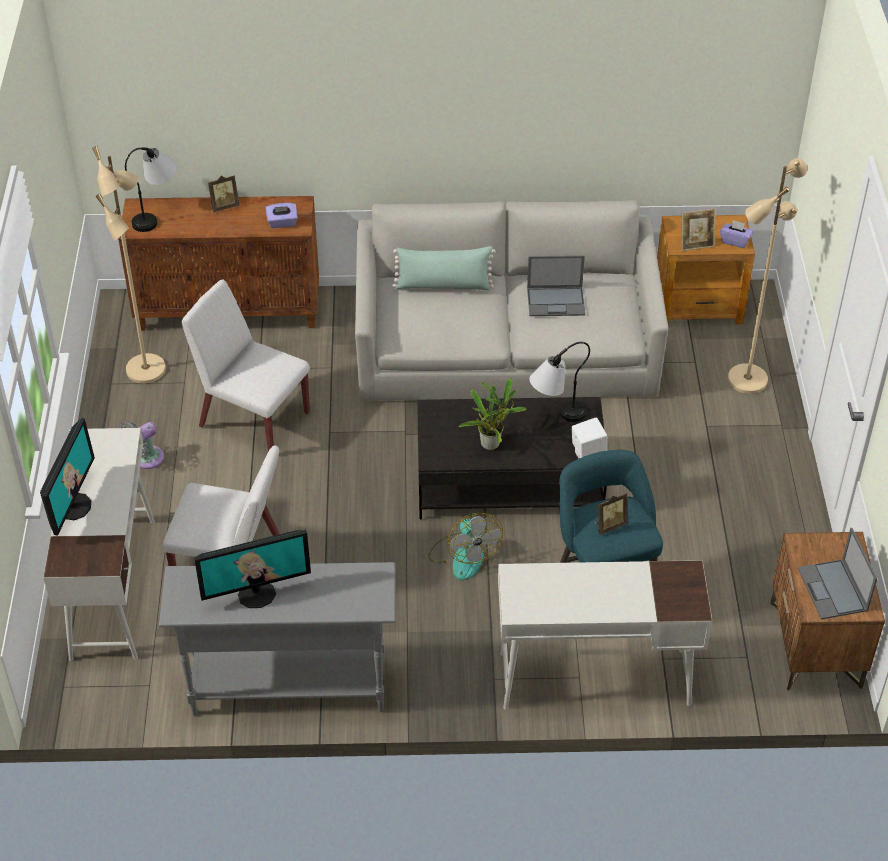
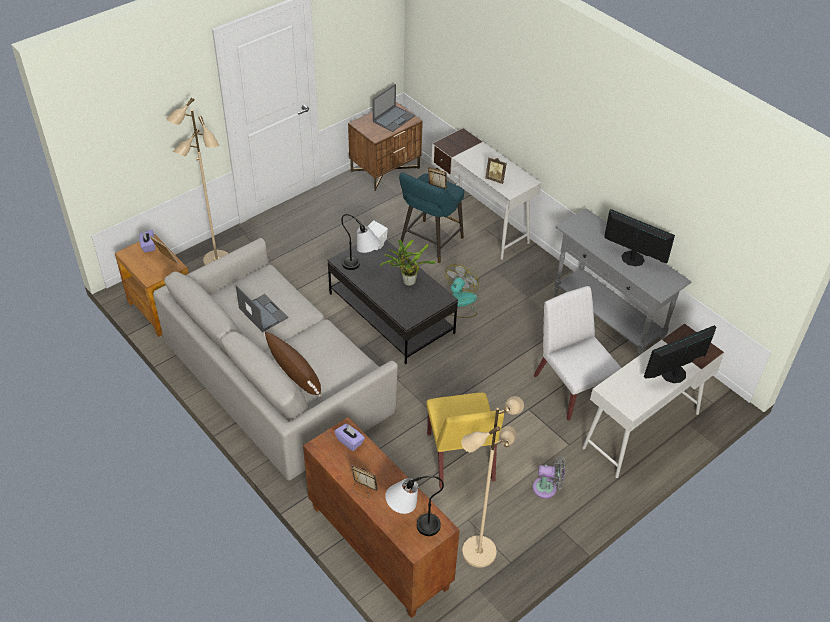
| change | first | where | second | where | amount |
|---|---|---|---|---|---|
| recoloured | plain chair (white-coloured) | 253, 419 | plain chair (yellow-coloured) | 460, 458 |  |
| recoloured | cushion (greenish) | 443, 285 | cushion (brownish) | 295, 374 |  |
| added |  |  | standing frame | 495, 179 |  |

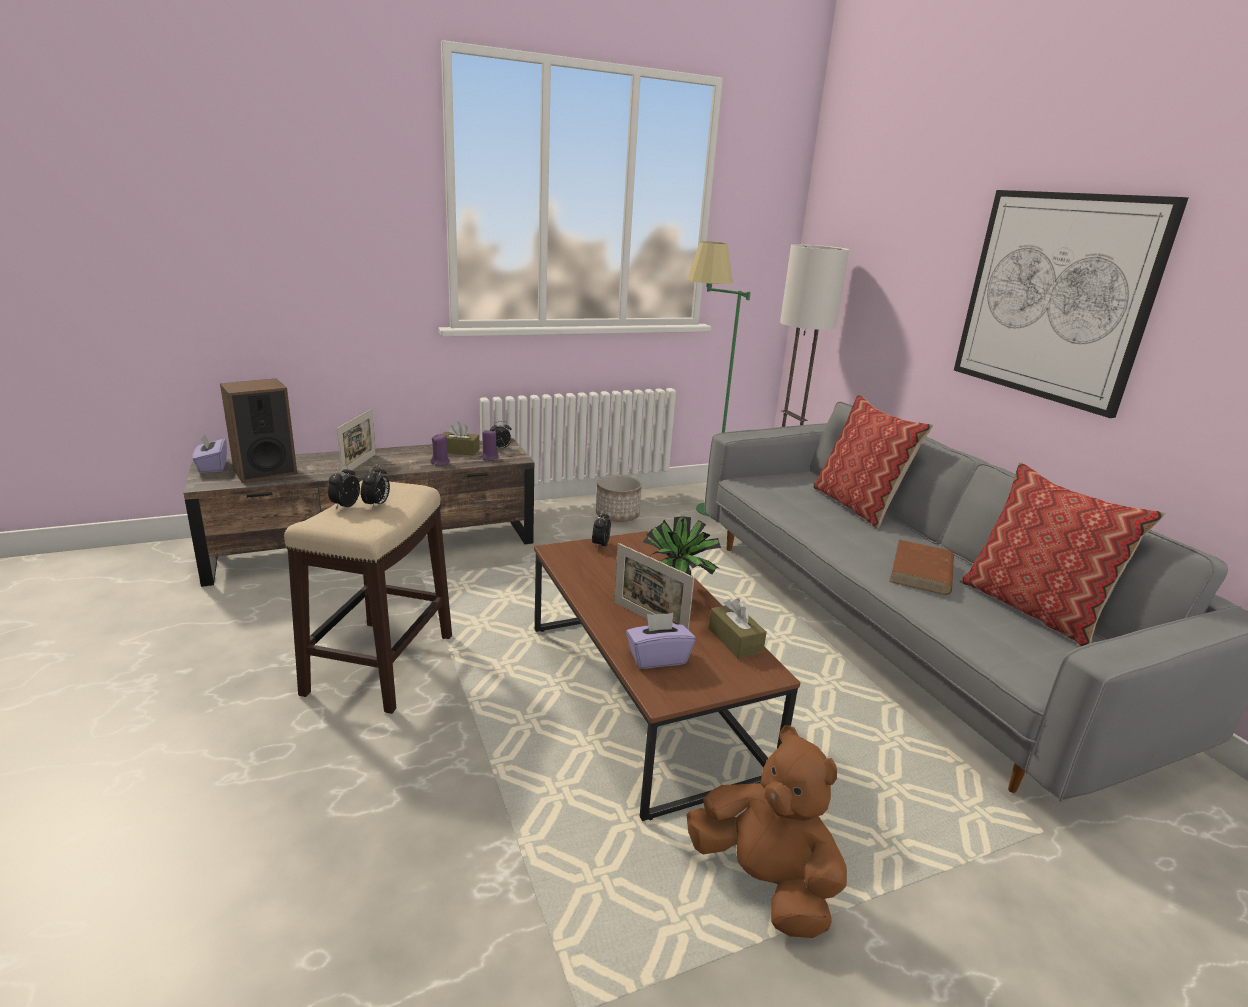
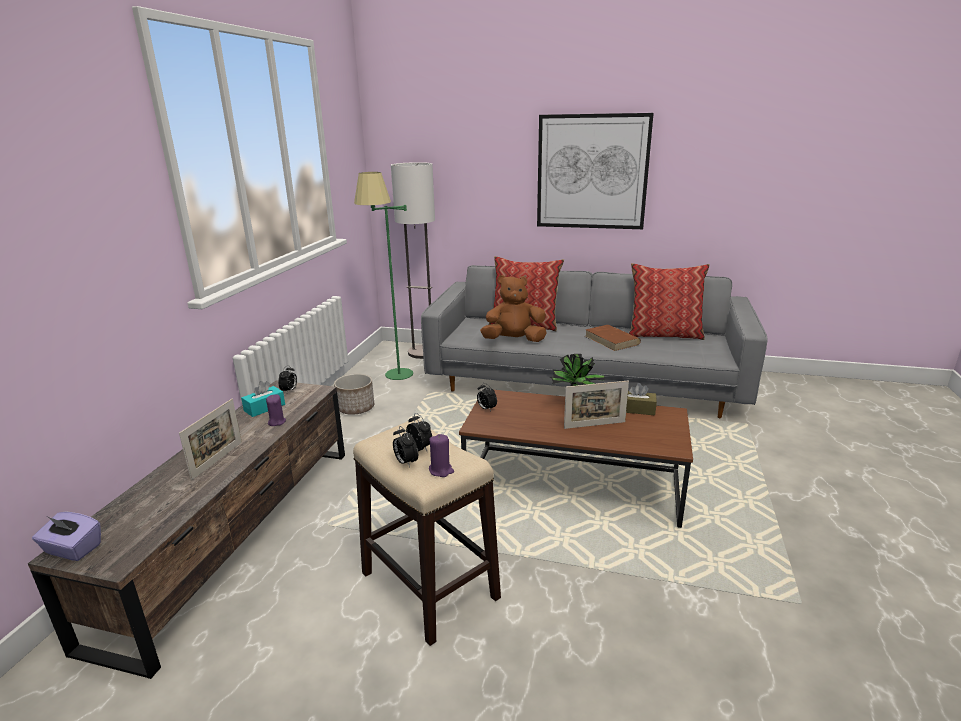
| change | first | where | second | where | amount |
|---|---|---|---|---|---|
| removed | audio speaker | 265, 472 |  |  |  |
| turned | standing frame | 359, 465 |  | 217, 460 | 60 degrees clockwise |
| recoloured | tissue holder (brownish) | 459, 451 | tissue holder (turquoise) | 264, 408 |  |
| moved | wax candle (purplish) | 489, 457 |  | 441, 470 |  |
| removed | tissue holder (purplish) | 657, 658 |  |  |  |
| moved | cuddly toy (brownish) | 764, 881 |  | 514, 340 |  |

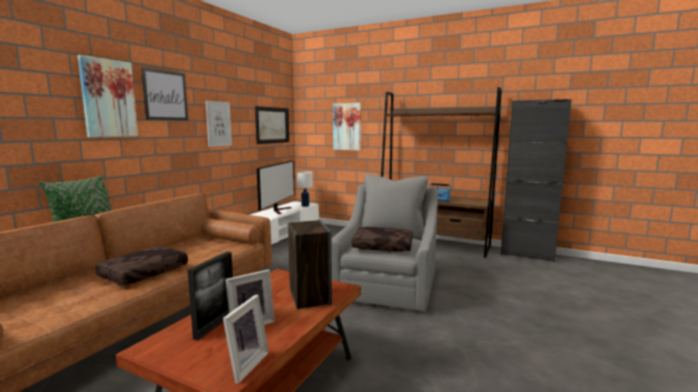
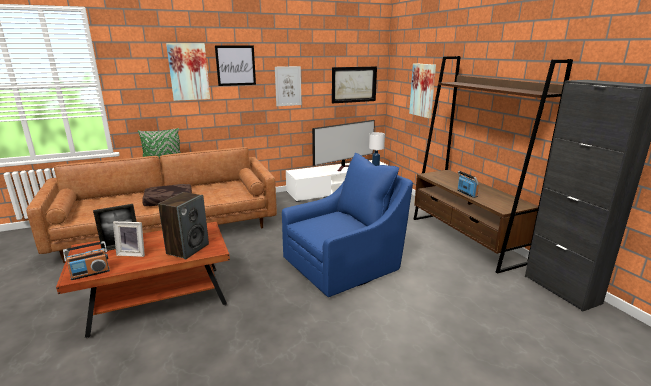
| change | first | where | second | where | amount |
|---|---|---|---|---|---|
| replaced | standing frame | 244, 365 | radio receiver | 90, 273 |  |
| recoloured | easy chair (gray) | 388, 286 | easy chair (blue) | 345, 264 |  |
| removed | cushion (brownish) | 383, 246 |  |  |  |

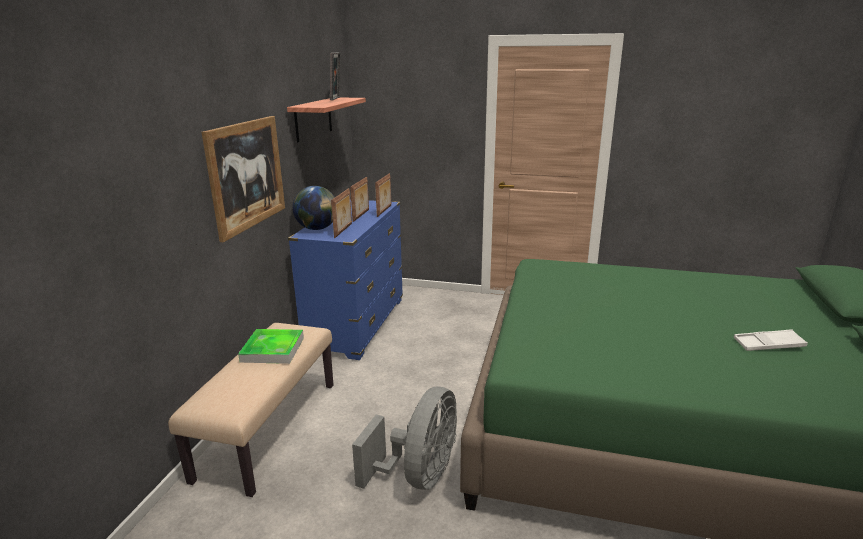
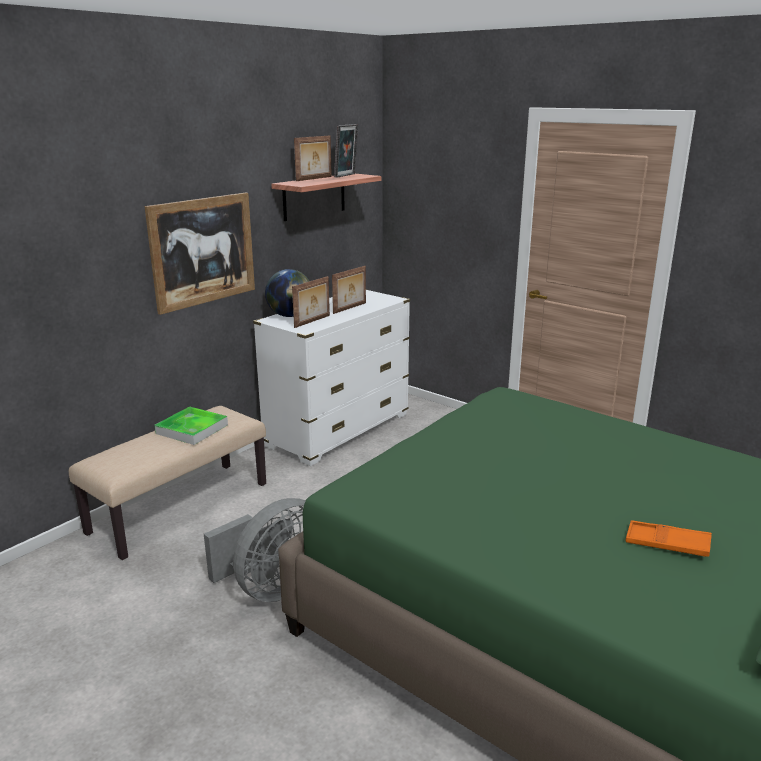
| change | first | where | second | where | amount |
|---|---|---|---|---|---|
| recoloured | dresser (blue) | 357, 325 | dresser (white-coloured) | 338, 430 |  |
| moved | standing frame | 385, 211 |  | 314, 179 |  |
| recoloured | tray (white-coloured) | 768, 344 | tray (orangey) | 667, 544 |  |

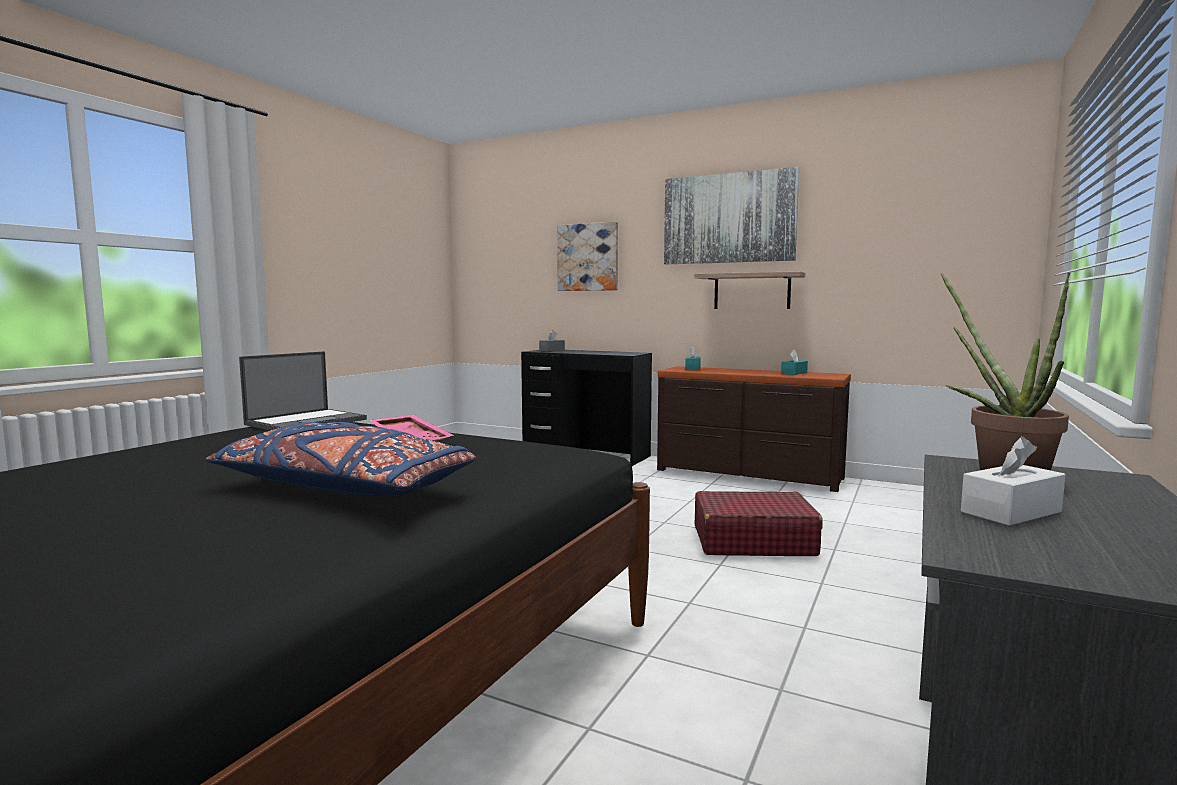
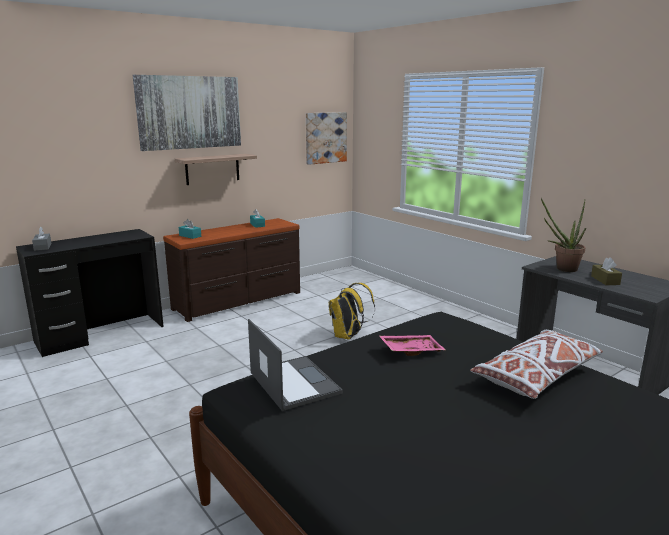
| change | first | where | second | where | amount |
|---|---|---|---|---|---|
| recoloured | cushion (blue) | 345, 488 | cushion (white-coloured) | 537, 376 |  |
| moved | wall art | 588, 257 |  | 325, 137 |  |
| replaced | piece of luggage (reddish) | 752, 541 | rucksack (yellow-coloured) | 348, 336 |  |
| recoloured | tissue holder (white-coloured) | 1011, 512 | tissue holder (brownish) | 605, 280 |  |

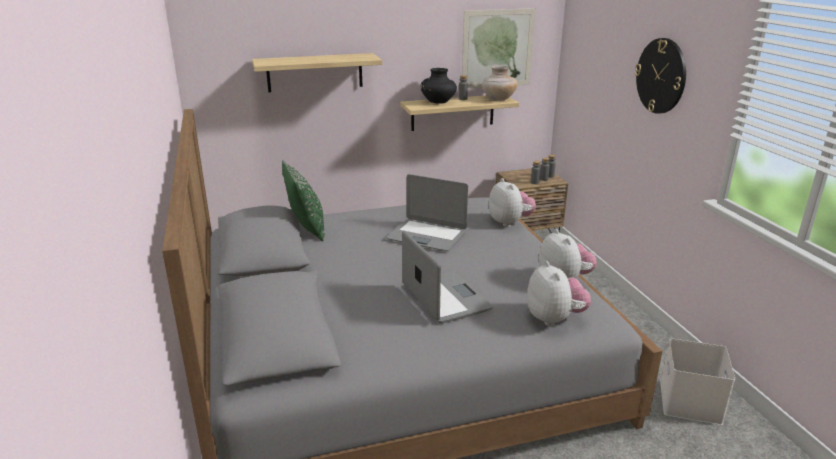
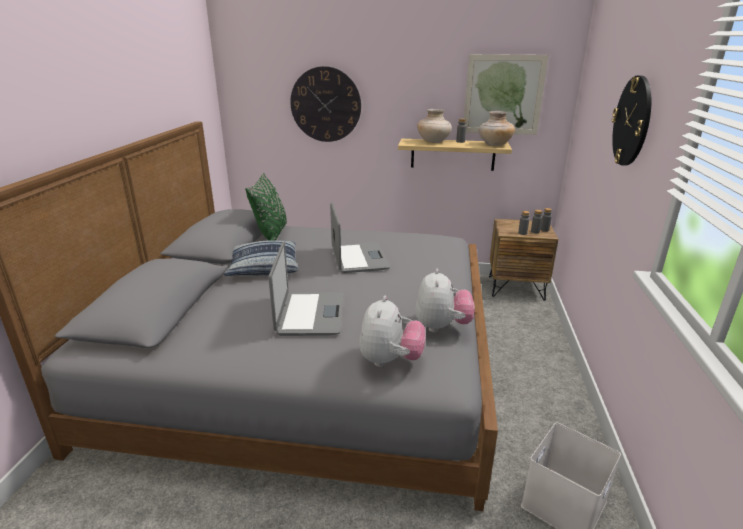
| change | first | where | second | where | amount |
|---|---|---|---|---|---|
| replaced | bracket shelf | 315, 72 | wall clock | 325, 105 |  |
| turned | portable computer | 427, 236 |  | 358, 258 | 150 degrees counterclockwise |
| recoloured | vase (black) | 438, 102 | vase (beige) | 433, 142 |  |
| removed | cuddly toy | 510, 222 |  |  |  |
| added |  |  | cushion | 263, 267 |  |

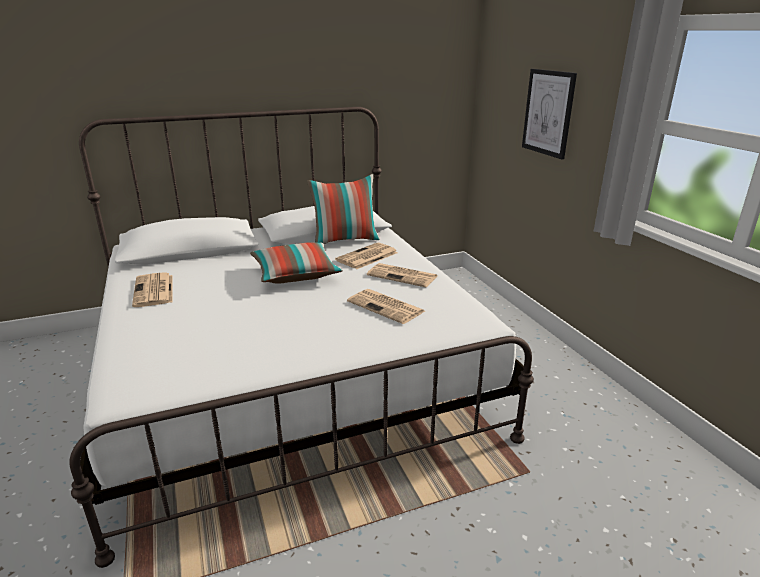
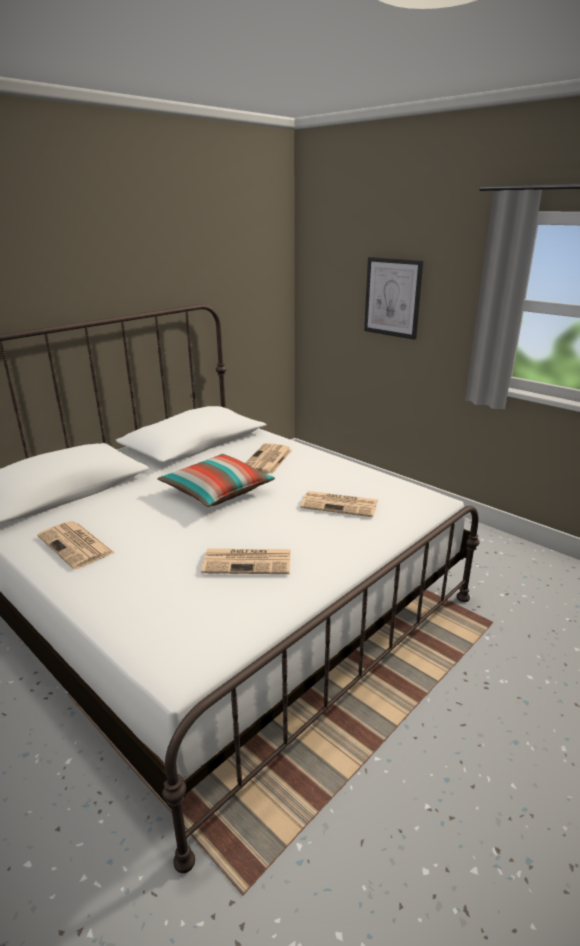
| change | first | where | second | where | amount |
|---|---|---|---|---|---|
| removed | cushion | 345, 240 |  |  |  |
| moved | daily paper | 403, 276 |  | 248, 562 |  |

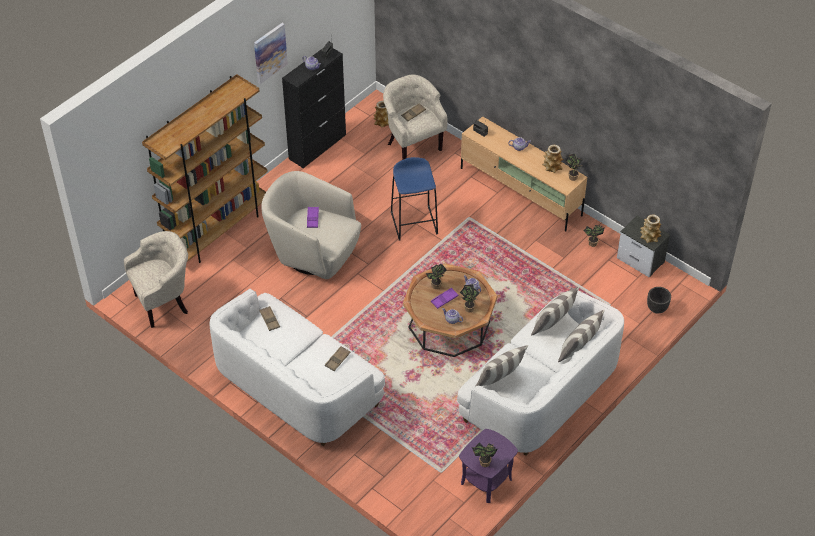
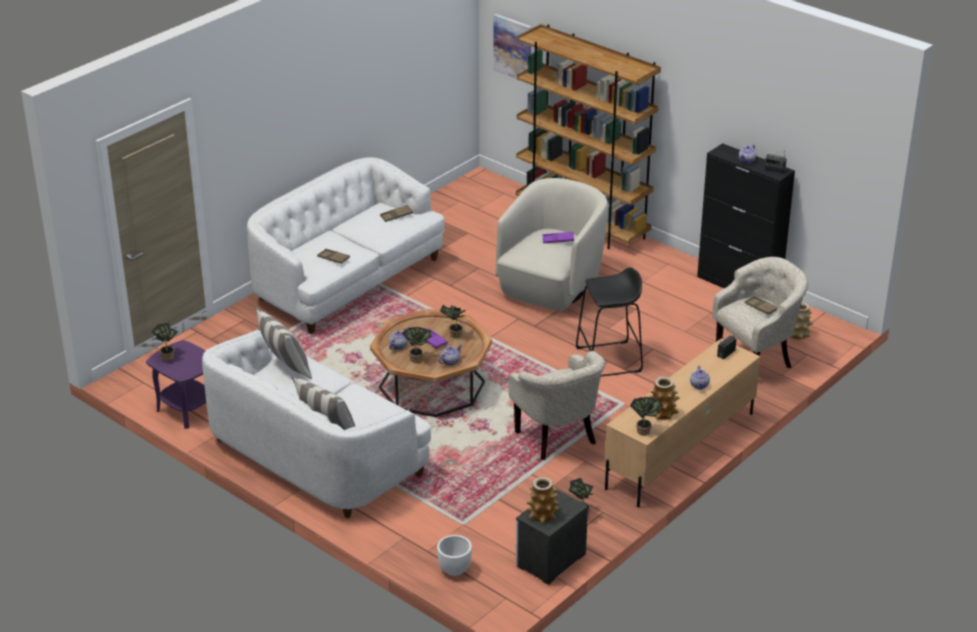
| change | first | where | second | where | amount |
|---|---|---|---|---|---|
| moved | easy chair (beige) | 164, 303 |  | 558, 440 |  |
| moved | wall art | 270, 52 |  | 513, 48 |  |
| recoloured | sitting stool (blue) | 414, 223 | sitting stool (black) | 609, 360 |  |
| removed | cushion | 553, 325 |  |  |  |
| recoloured | plant pot (black) | 657, 308 | plant pot (white-coloured) | 455, 570 |  |

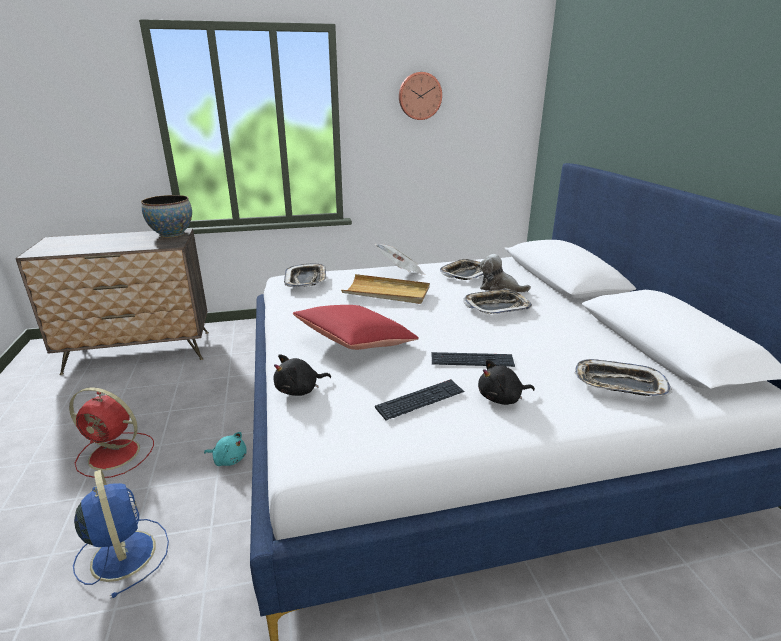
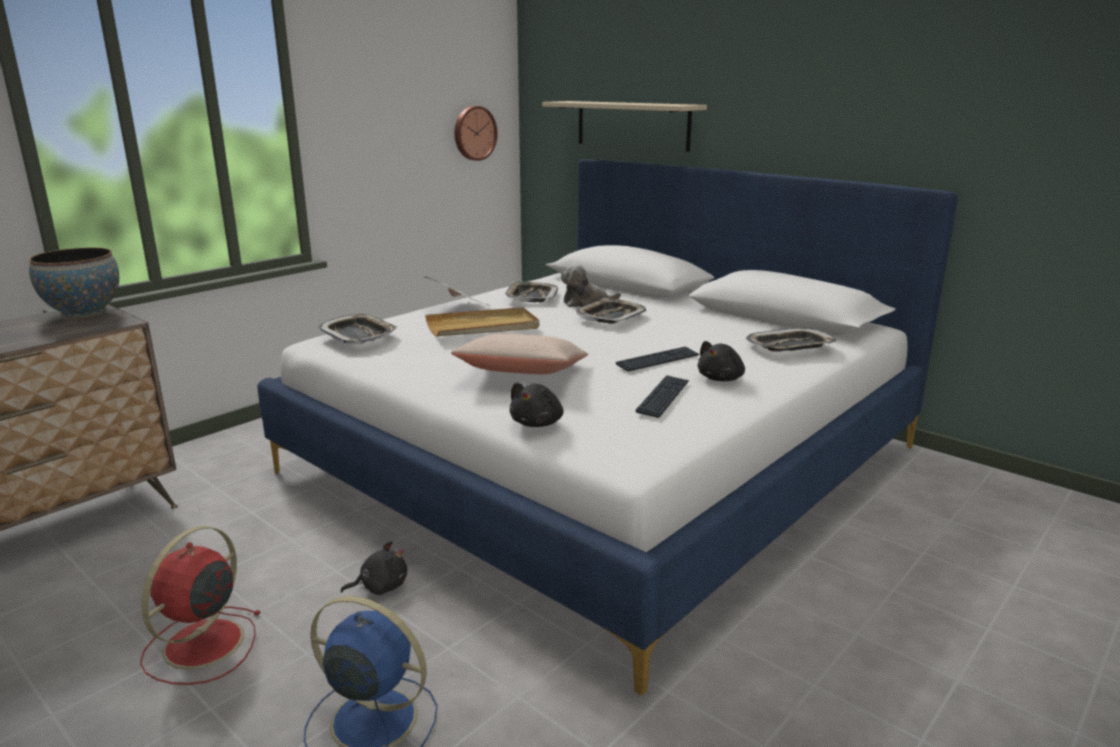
| change | first | where | second | where | amount |
|---|---|---|---|---|---|
| turned | fan (reddish) | 116, 454 |  | 201, 646 | 135 degrees clockwise |
| recoloured | cuddly toy (turquoise) | 229, 459 | cuddly toy (black) | 380, 586 |  |
| recoloured | cushion (reddish) | 356, 342 | cushion (beige) | 523, 375 |  |
| moved | wall clock | 419, 96 |  | 474, 133 |  |
| added |  |  | bracket shelf (beige) | 632, 125 |  |

